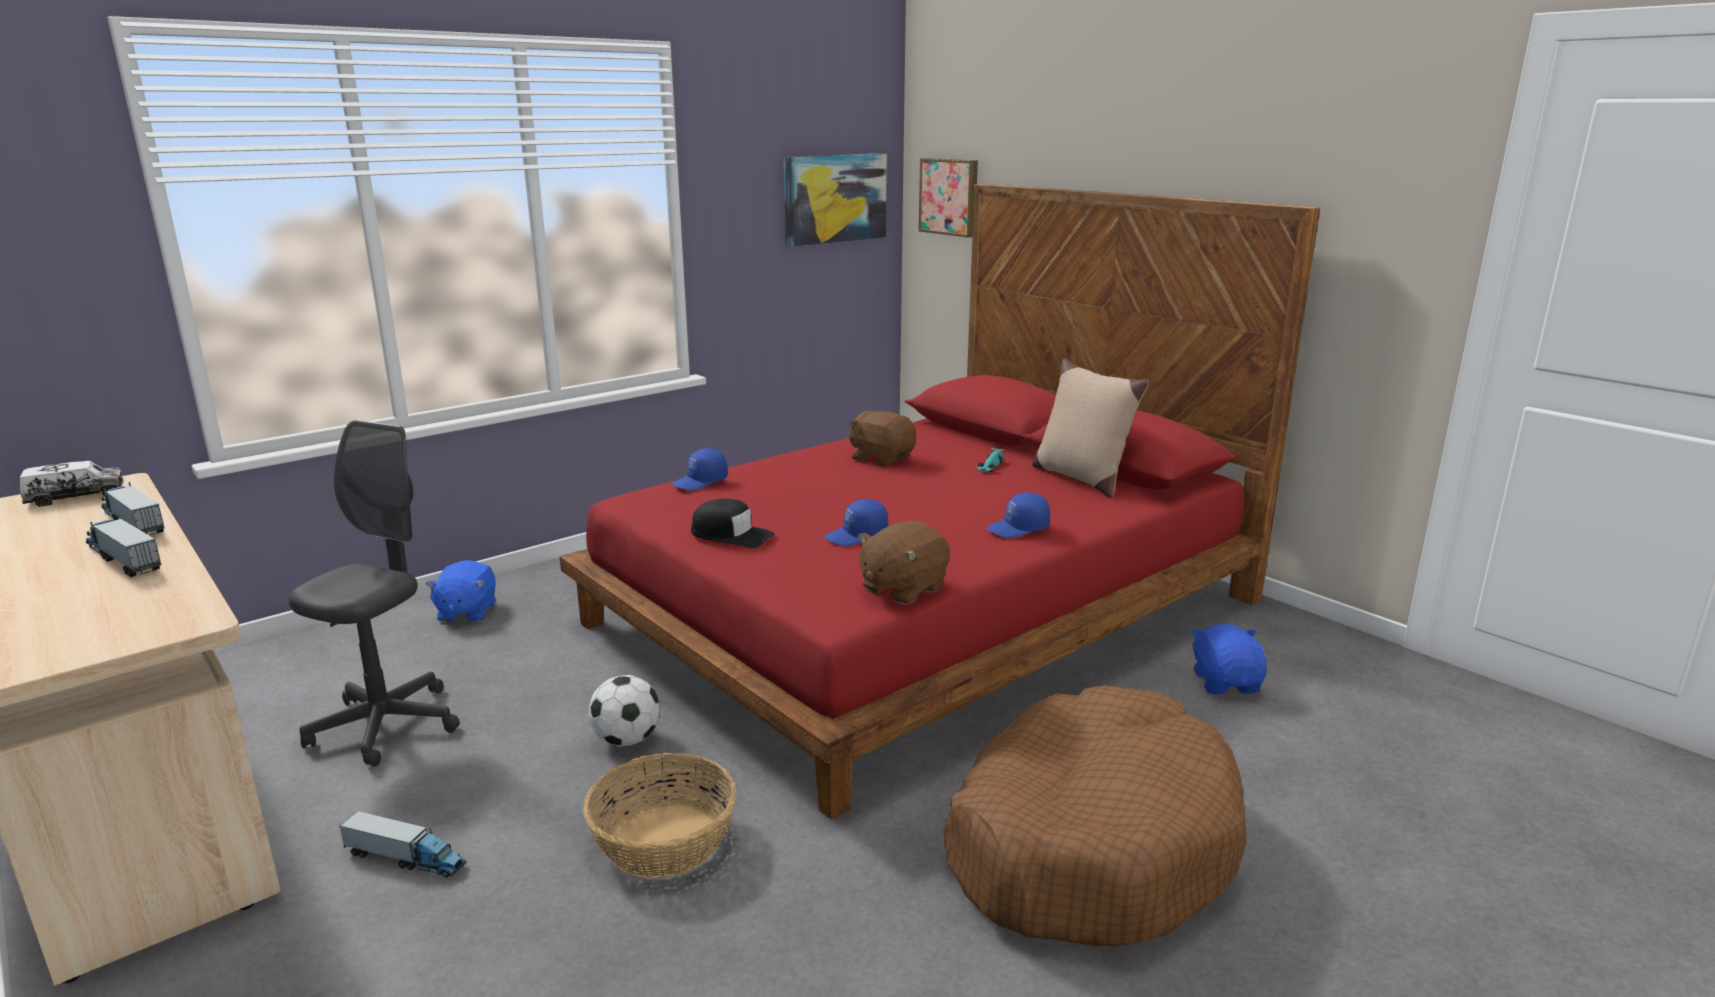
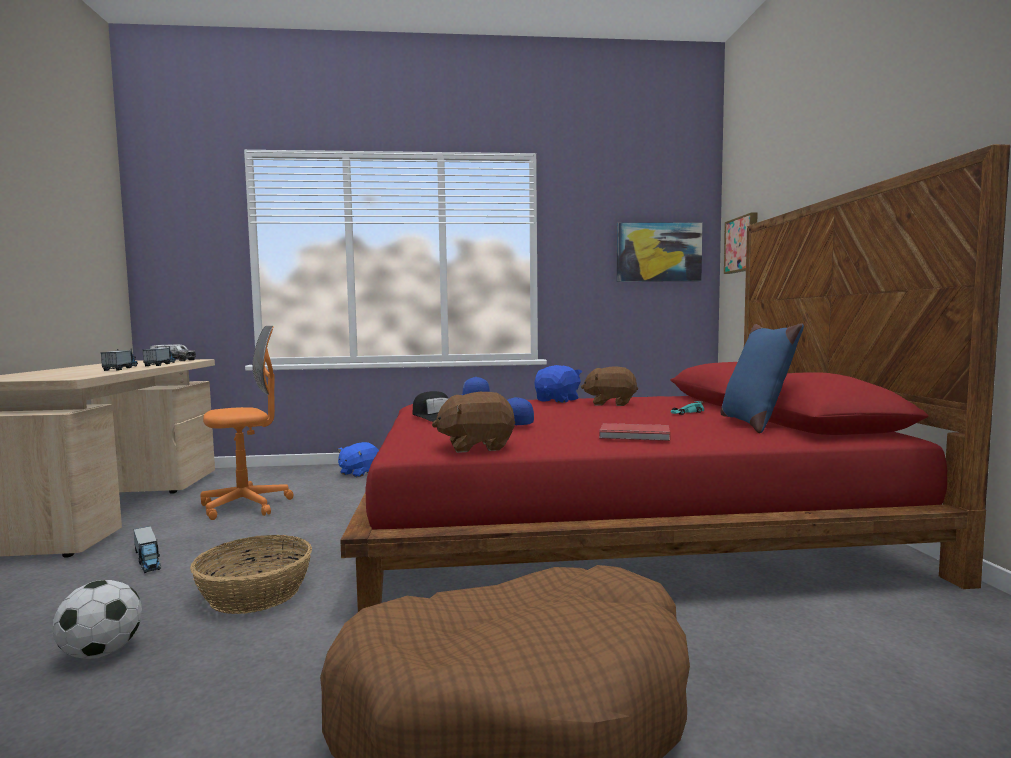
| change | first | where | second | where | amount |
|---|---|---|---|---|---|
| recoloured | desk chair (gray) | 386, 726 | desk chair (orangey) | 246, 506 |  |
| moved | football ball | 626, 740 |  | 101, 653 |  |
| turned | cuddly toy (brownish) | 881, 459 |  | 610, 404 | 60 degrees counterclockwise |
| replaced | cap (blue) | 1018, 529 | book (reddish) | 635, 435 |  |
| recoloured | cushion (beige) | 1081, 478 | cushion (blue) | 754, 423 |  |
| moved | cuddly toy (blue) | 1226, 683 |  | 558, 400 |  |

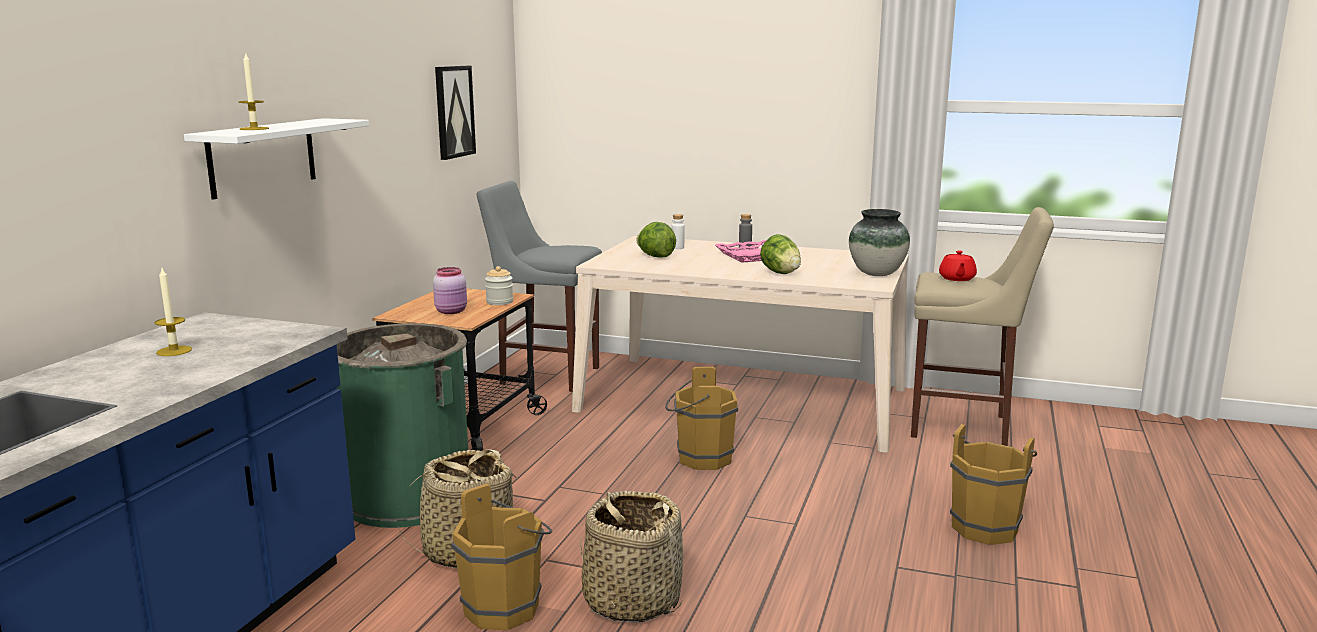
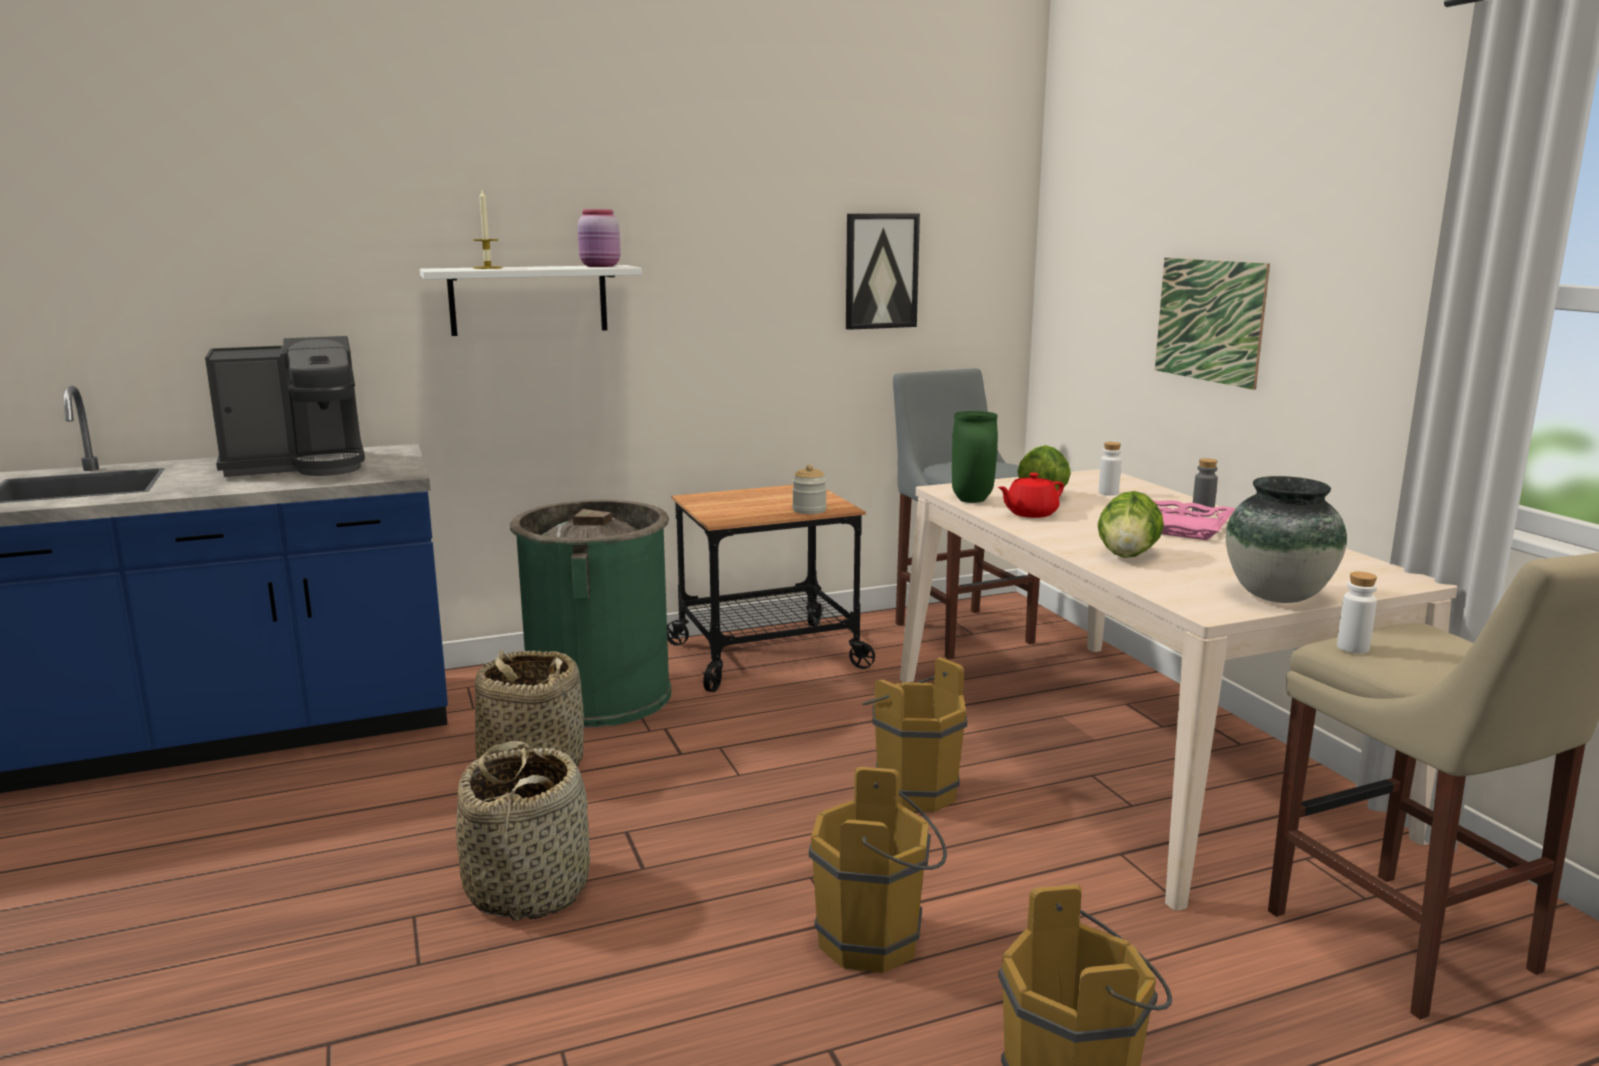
| change | first | where | second | where | amount |
|---|---|---|---|---|---|
| replaced | wax candle | 174, 351 | coffee machine | 299, 465 |  |
| moved | jar (pink) | 452, 311 |  | 601, 266 |  |
| moved | pail (brownish) | 507, 607 |  | 877, 942 |  |
| moved | pot for tea (reddish) | 956, 279 |  | 1030, 513 |  |
| added |  |  | vase (greenish) | 970, 500 |  |
| added |  |  | wall art | 1209, 320 |  |
| added |  |  | bottle (white-coloured) | 1352, 648 |  |

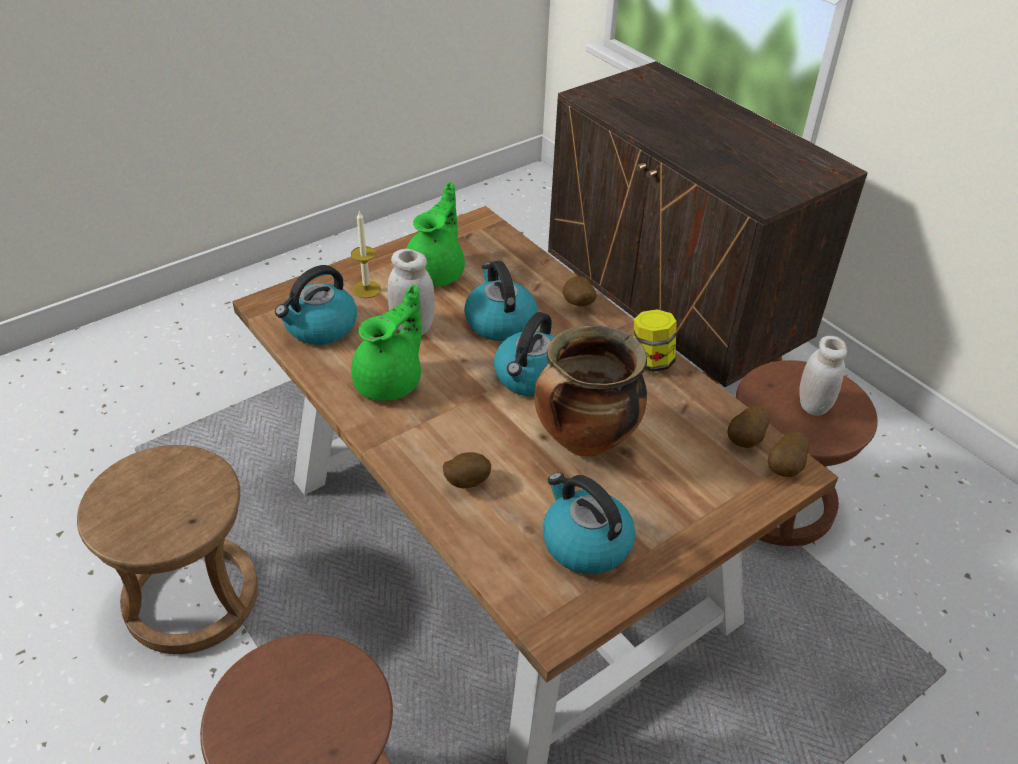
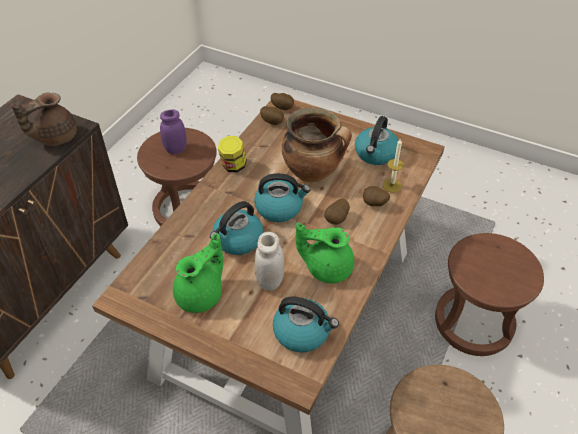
| change | first | where | second | where | amount |
|---|---|---|---|---|---|
| moved | wax candle | 366, 289 |  | 392, 185 |  |
| turned | pot for tea (greenish) | 437, 272 |  | 201, 295 | 135 degrees clockwise |
| moved | spud | 577, 305 |  | 337, 219 |  |
| recoloured | jar (white-coloured) | 813, 405 | jar (purplish) | 176, 149 |  |
| added |  |  | pot for tea (brownish) | 55, 137 |  |

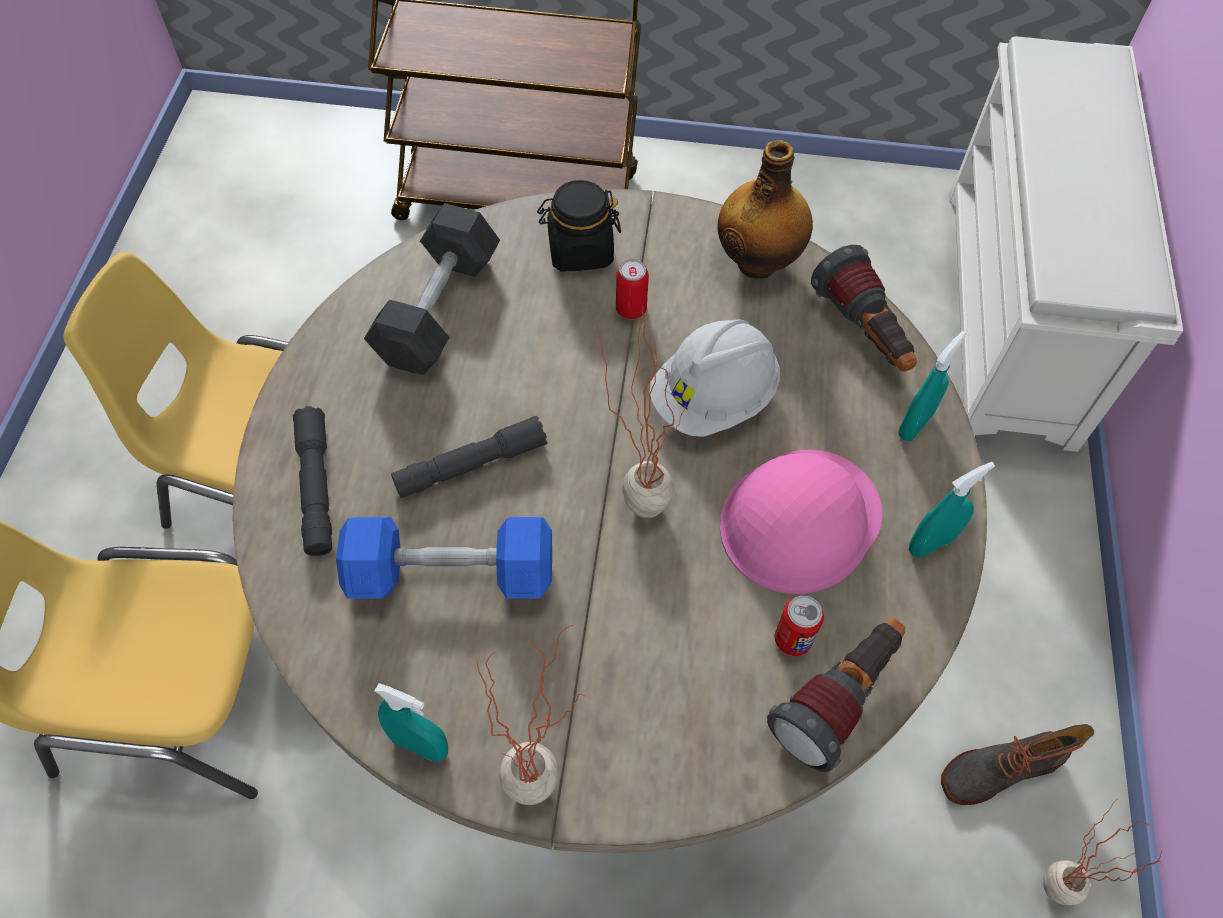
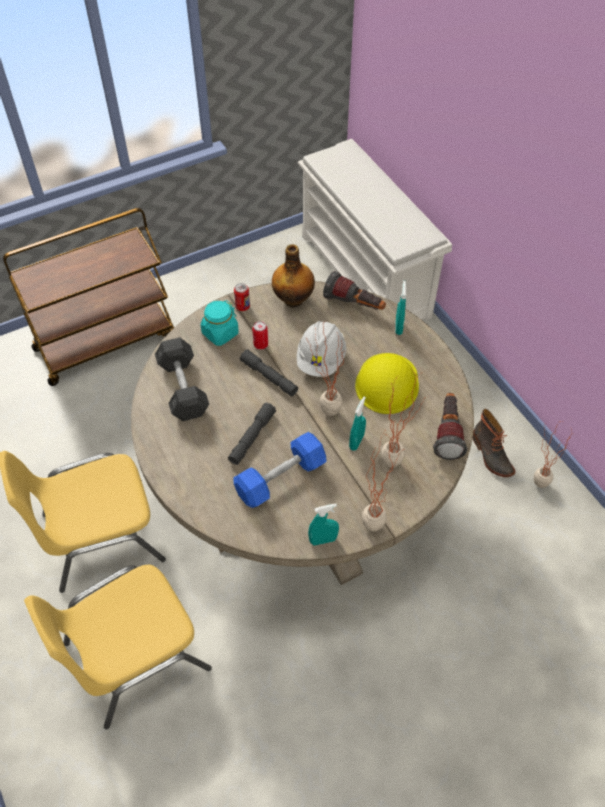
| change | first | where | second | where | amount |
|---|---|---|---|---|---|
| moved | torch (gray) | 316, 487 |  | 269, 377 |  |
| recoloured | jar (black) | 580, 250 | jar (turquoise) | 220, 333 |  |
| recoloured | work helmet (pink) | 799, 520 | work helmet (yellow-coloured) | 387, 383 |  |
| moved | metal can | 792, 639 |  | 242, 307 |  |
| moved | sprayer (turquoise) | 931, 543 |  | 356, 441 |  |
| turned | high-top boot | 998, 769 |  | 491, 455 | 60 degrees counterclockwise |
| added |  |  | plant in a pot | 398, 461 |  |

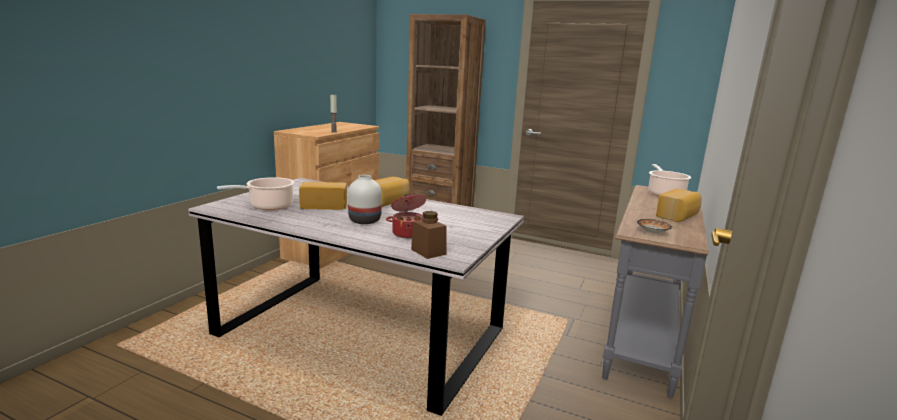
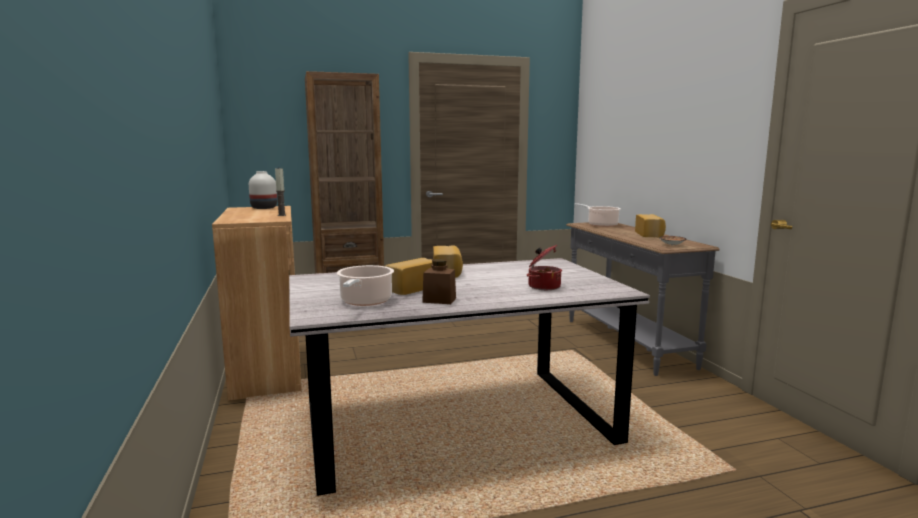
| change | first | where | second | where | amount |
|---|---|---|---|---|---|
| moved | vase (white-coloured) | 365, 220 |  | 264, 208 |  |
| moved | jar (brownish) | 428, 252 |  | 439, 300 |  |

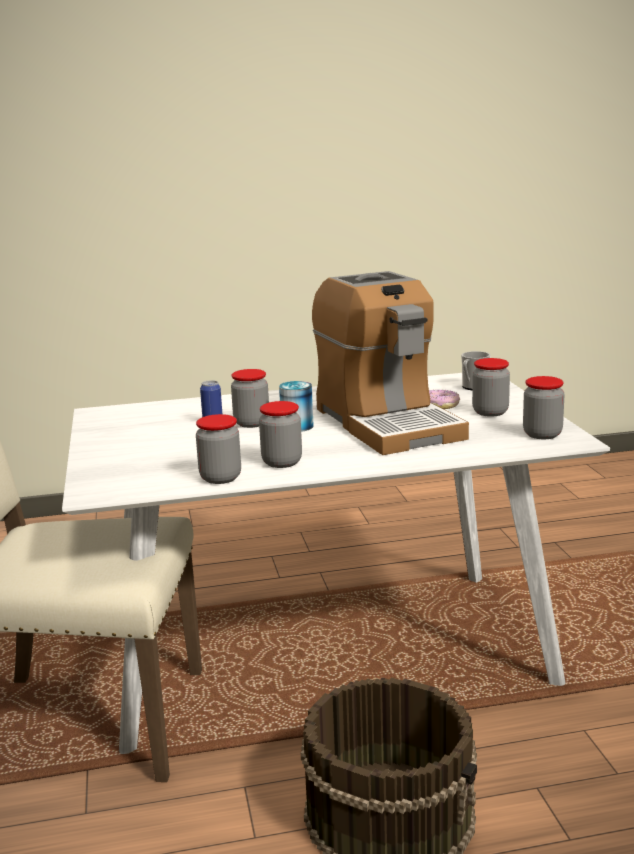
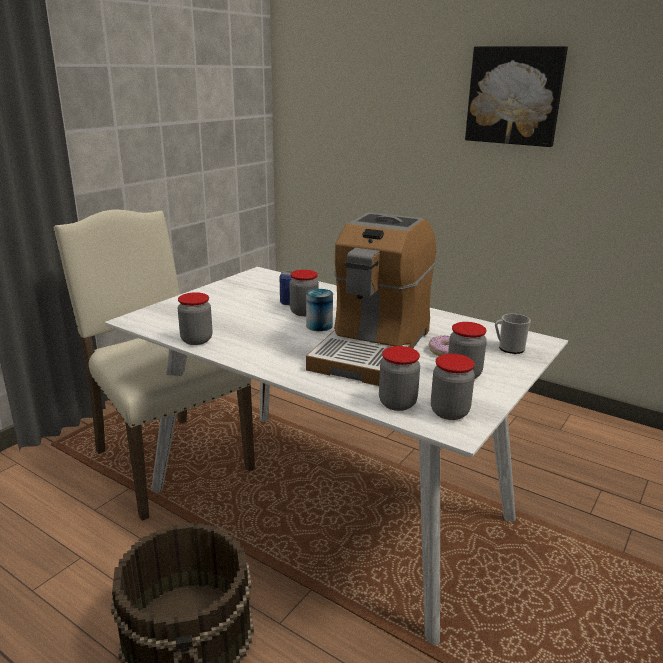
| change | first | where | second | where | amount |
|---|---|---|---|---|---|
| moved | jar | 282, 462 |  | 397, 403 |  |
| added |  |  | wall art | 515, 96 |  |

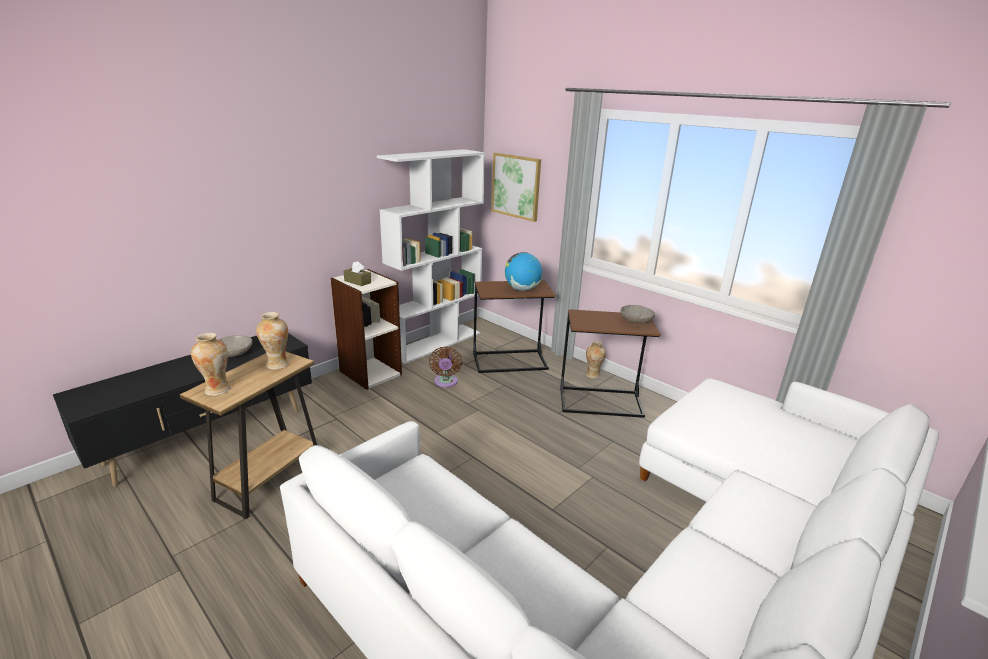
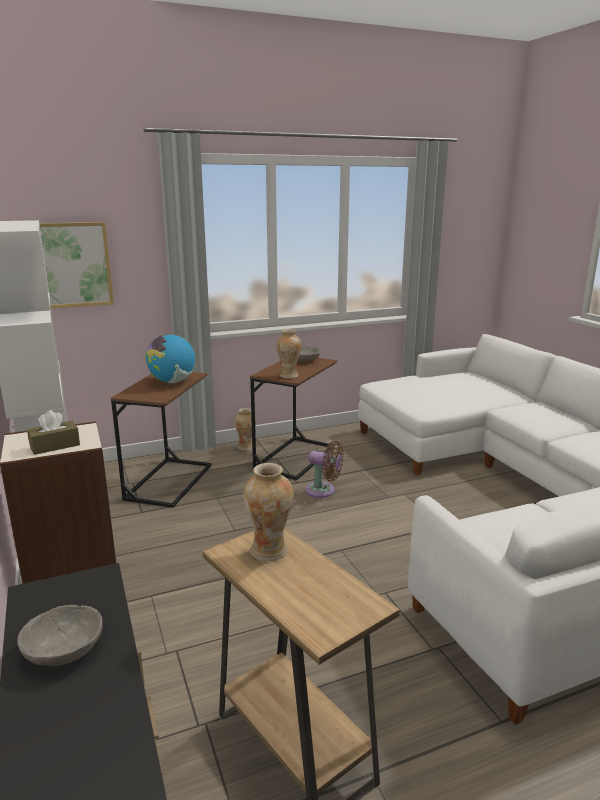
| change | first | where | second | where | amount |
|---|---|---|---|---|---|
| moved | vase | 217, 389 |  | 289, 376 |  |
| moved | fan (brownish) | 445, 382 |  | 323, 491 |  |

